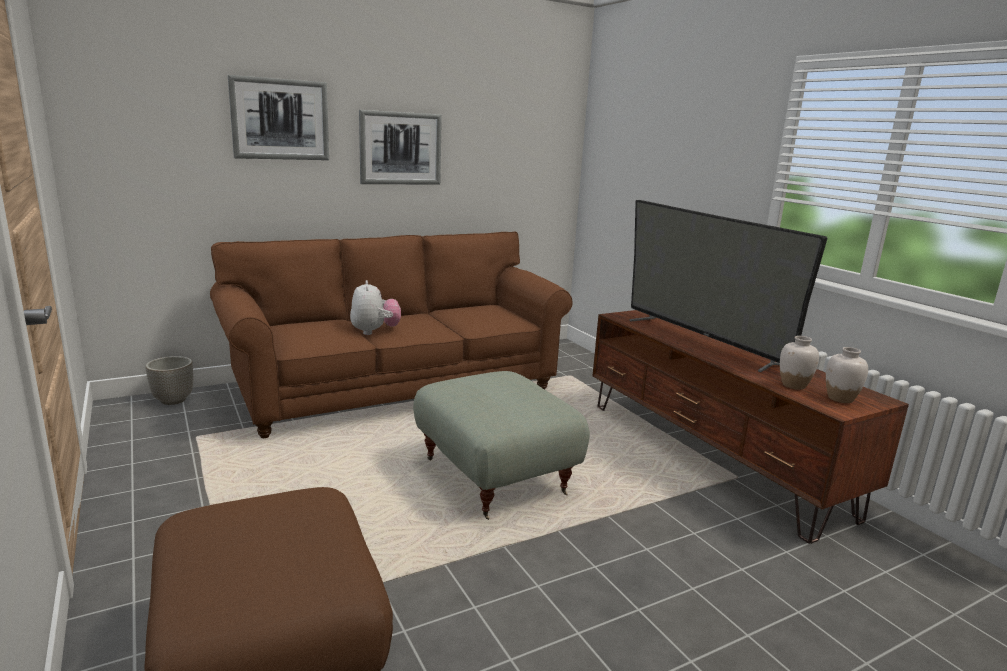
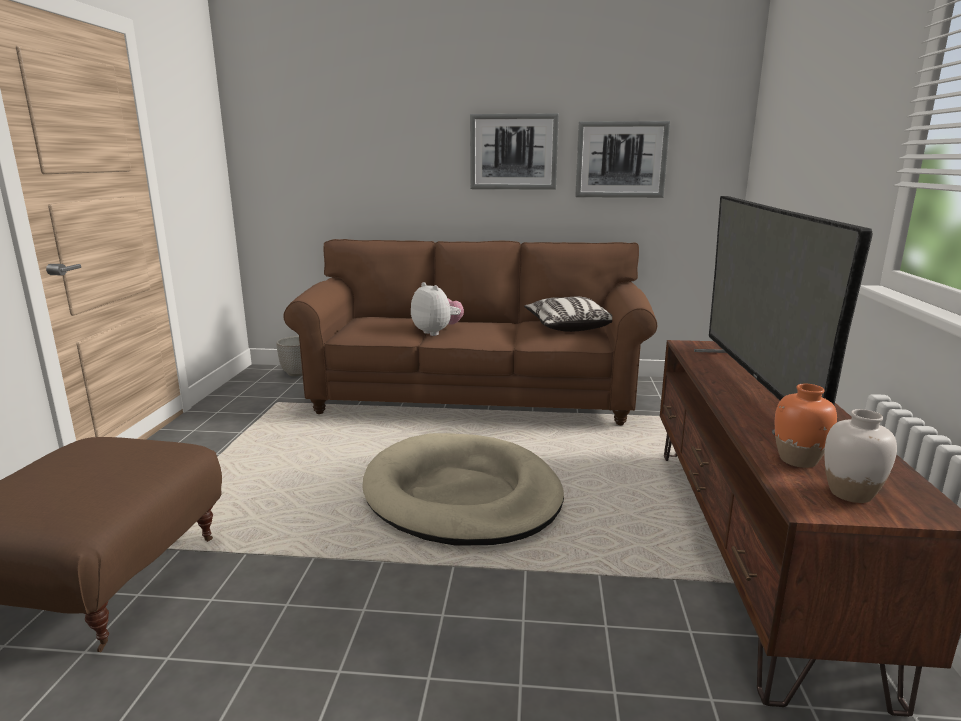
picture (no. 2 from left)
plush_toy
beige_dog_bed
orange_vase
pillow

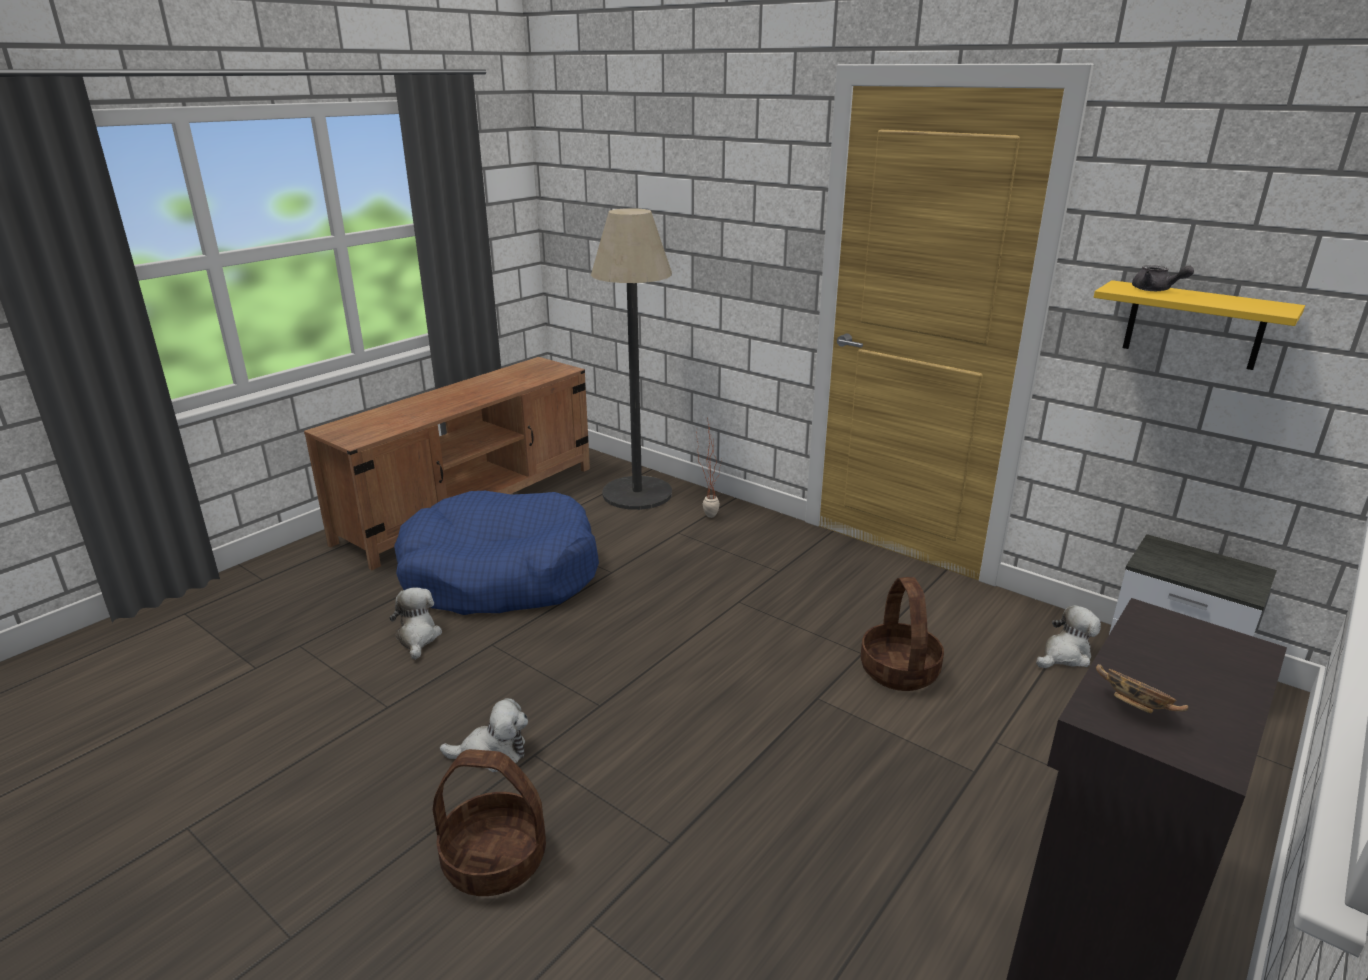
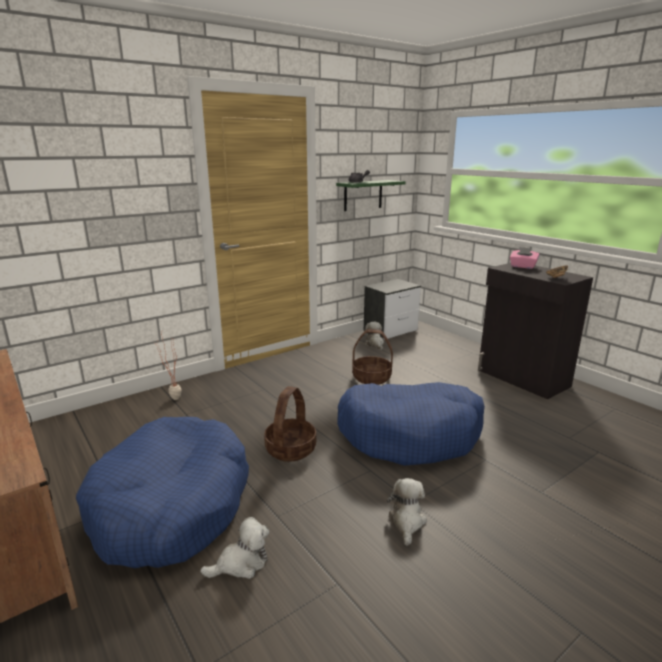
plush_toy (no. 1 from left)
basket (no. 1 from left)
floor_lamp
green_shelf
blue_dog_bed (no. 2 from left)
pink_tissue_box

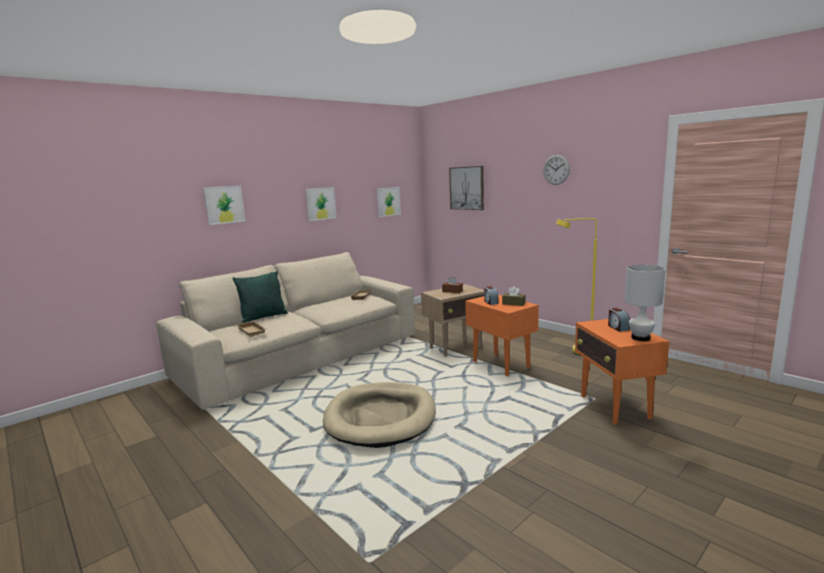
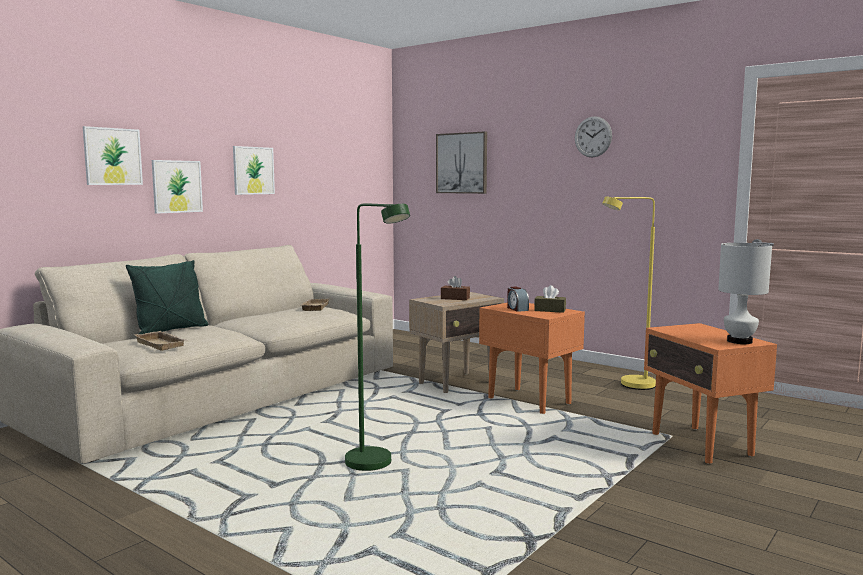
green_floor_lamp
picture (no. 2 from left)
alarm_clock (no. 2 from left in the first image)

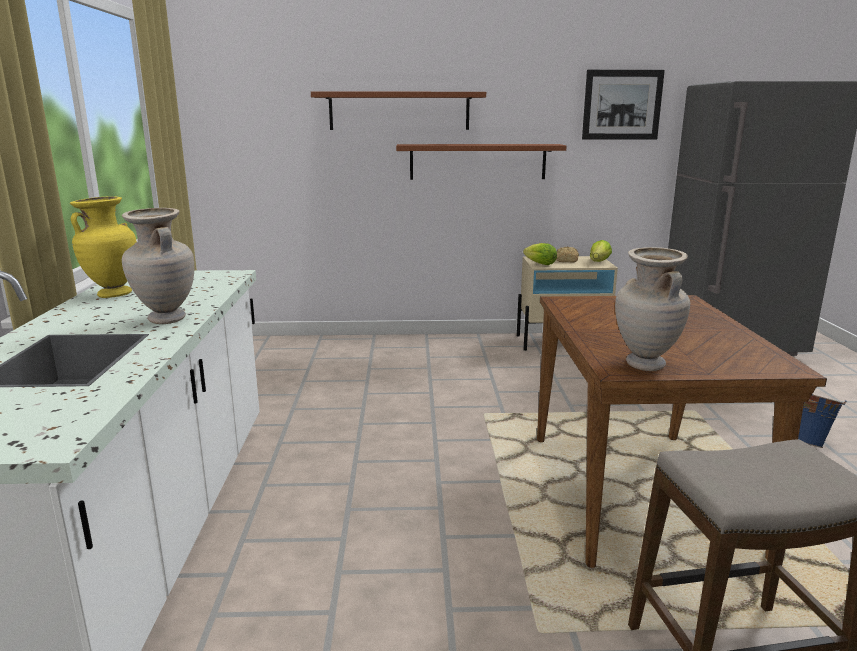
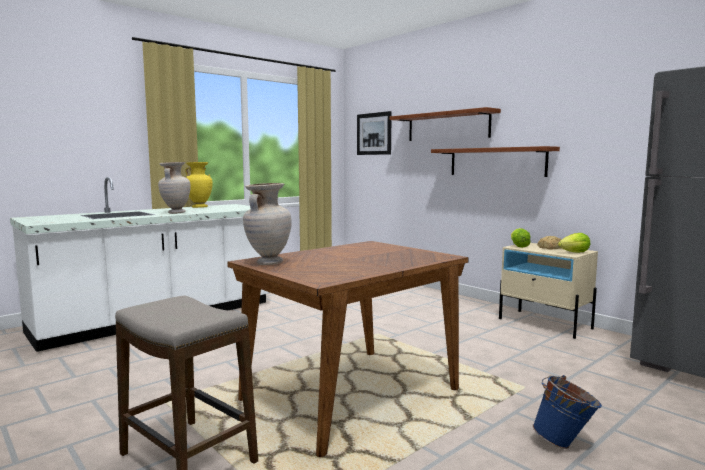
picture

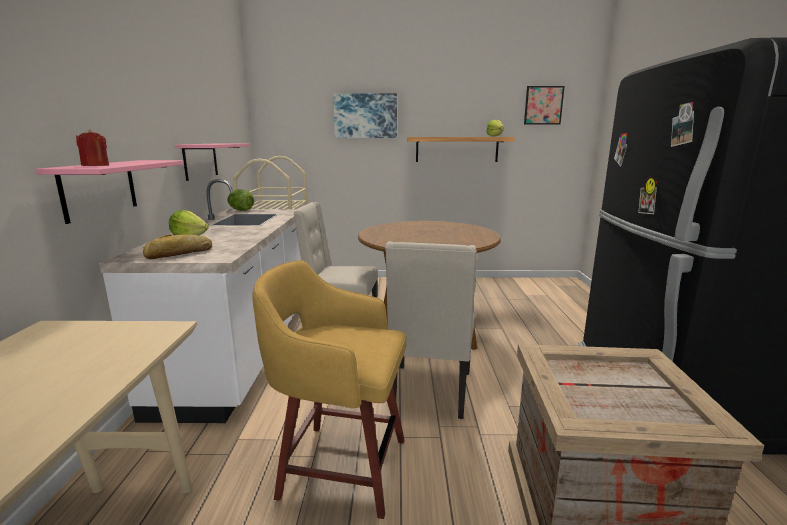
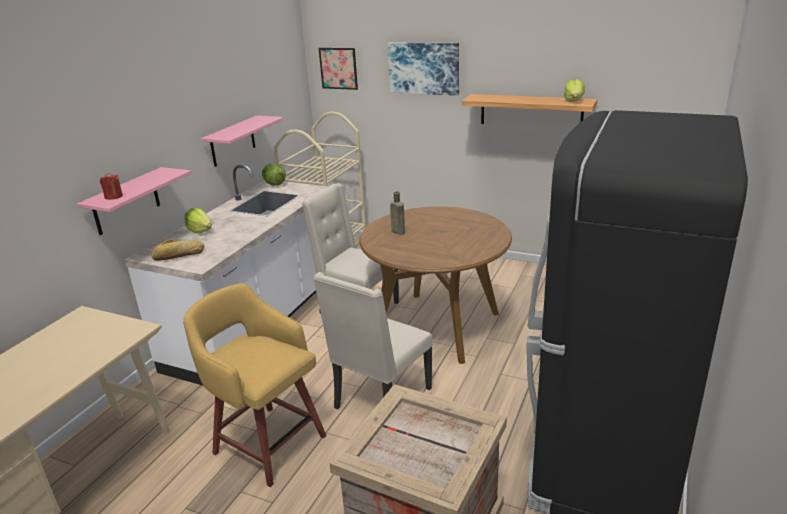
picture (no. 1 from left)
brown_bottle

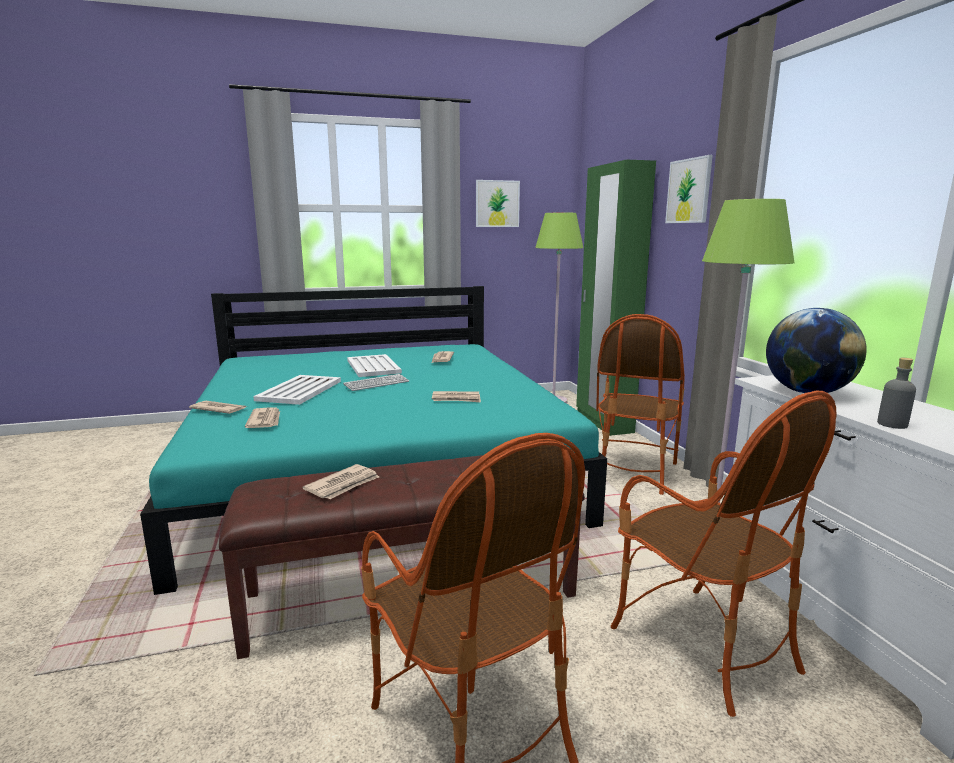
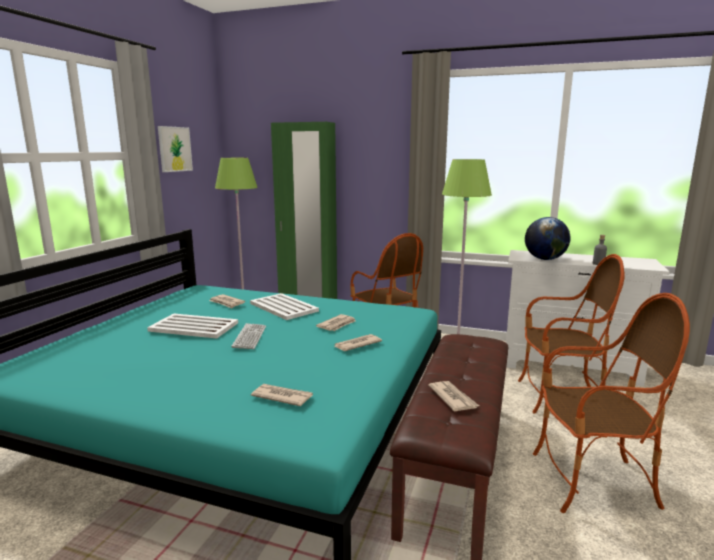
newspaper (no. 4 from left)
white_tray (no. 2 from left)
picture (no. 2 from left in the first image)

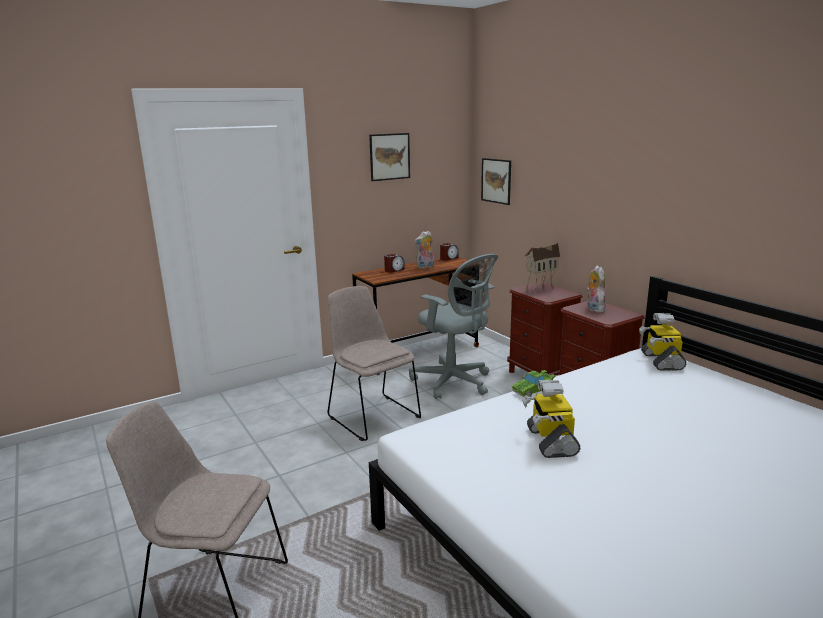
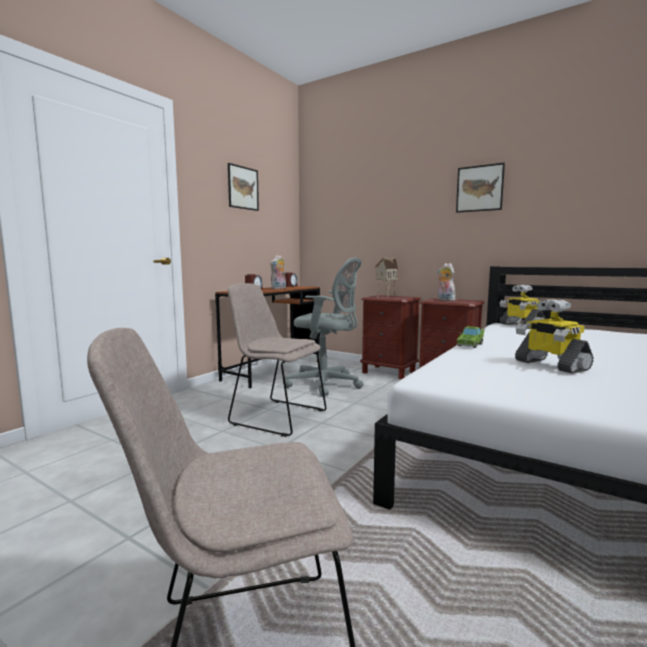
picture (no. 2 from left)

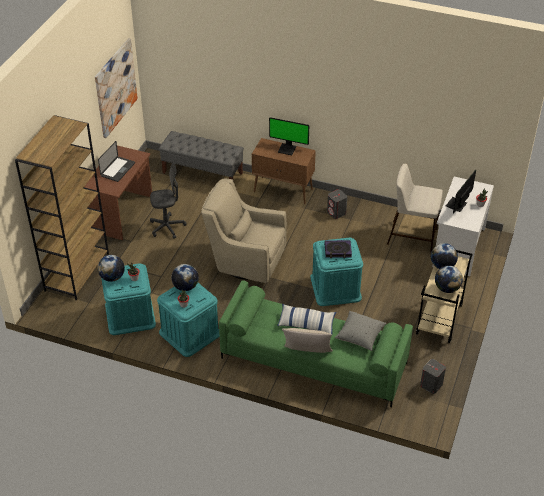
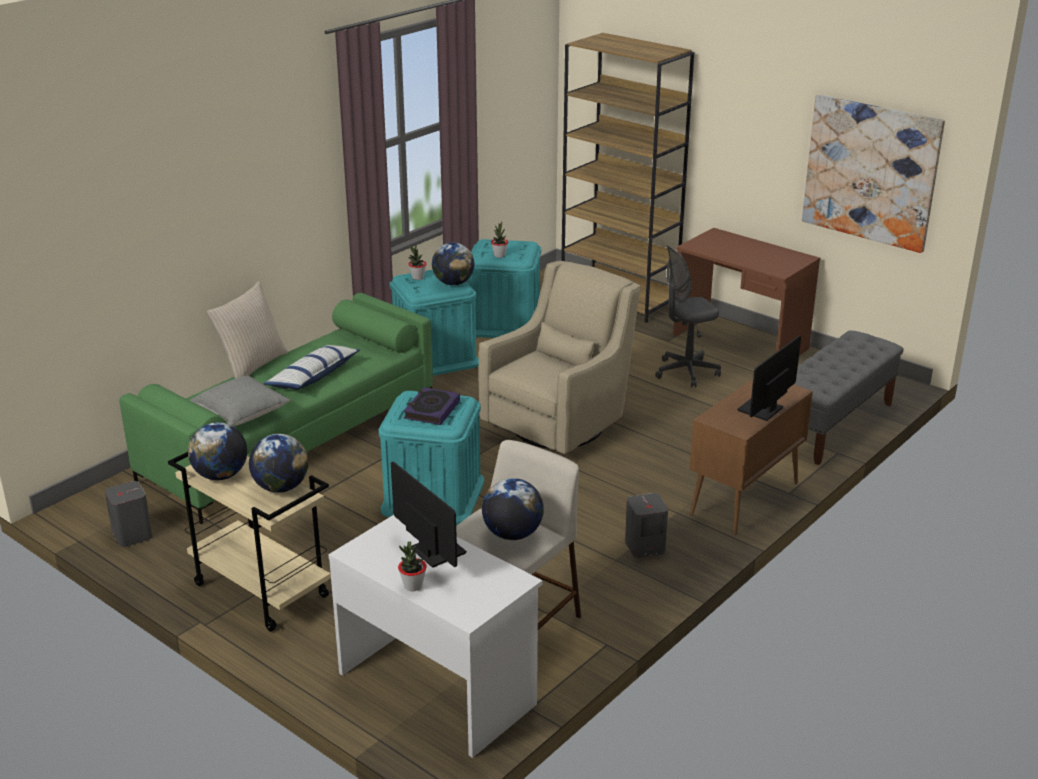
globe (no. 4 from left)
laptop
grey_office_chair

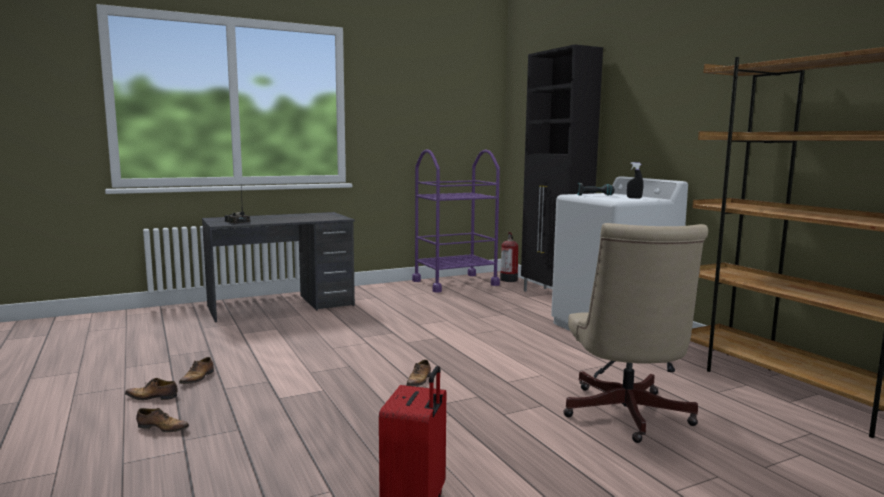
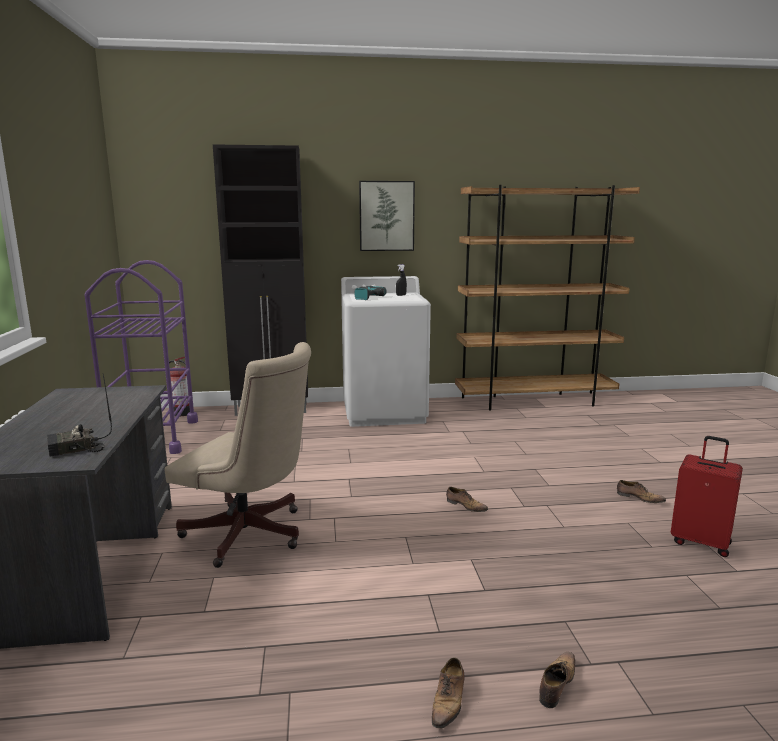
shoe (no. 4 from left)
beige_office_chair
picture

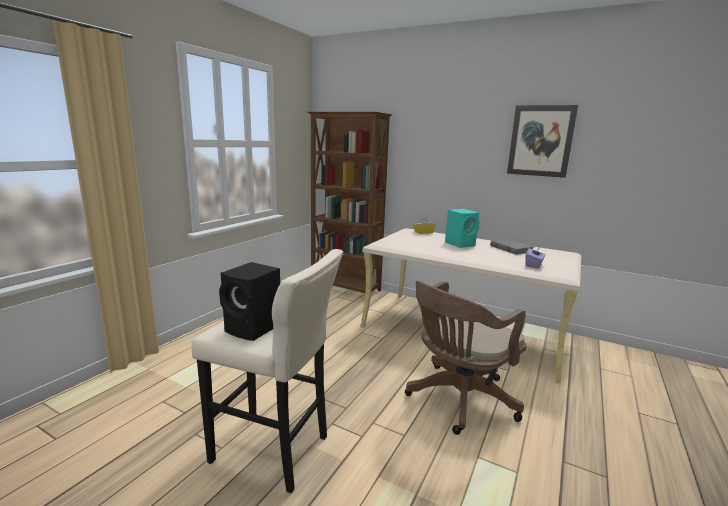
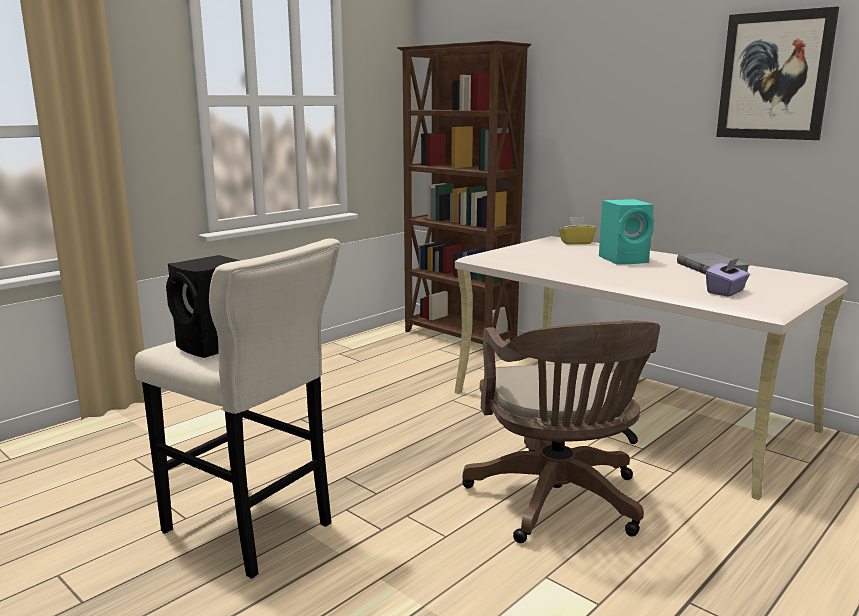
brown_office_chair

